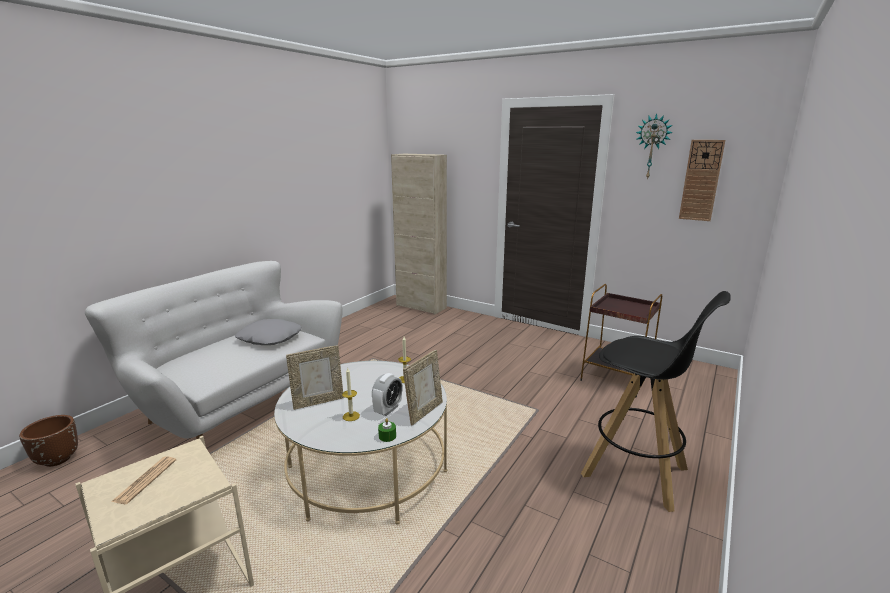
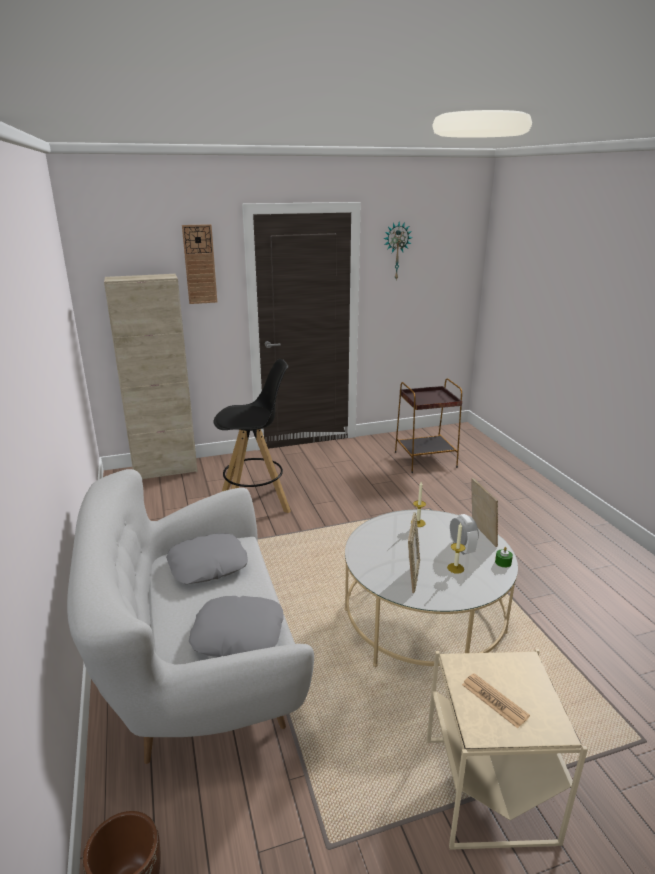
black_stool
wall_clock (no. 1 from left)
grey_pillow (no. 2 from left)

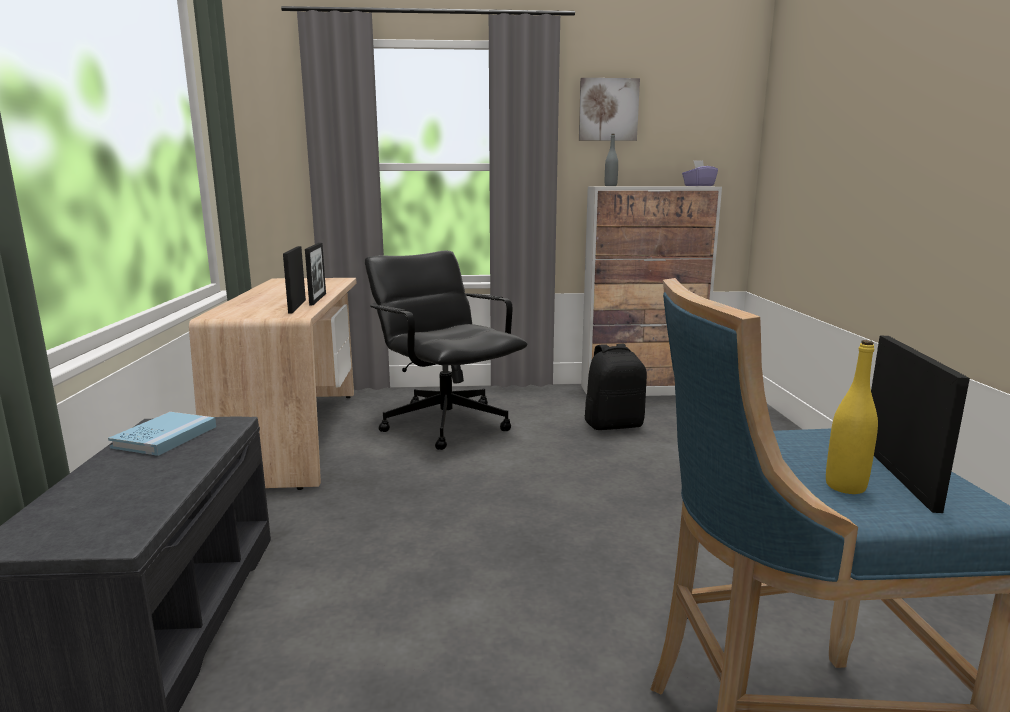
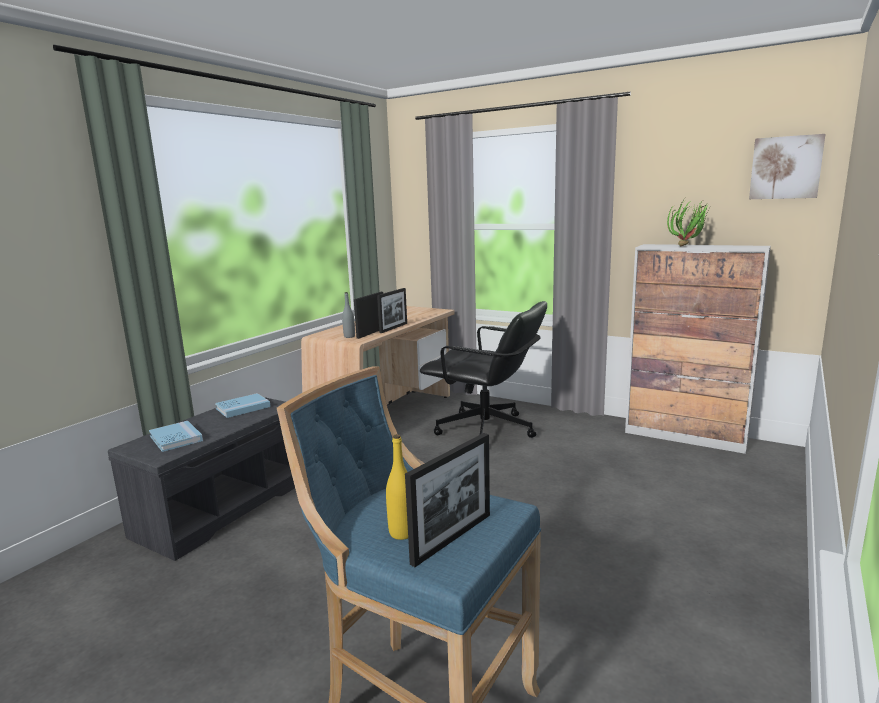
black_office_chair
picture
black_backpack
grey_bottle
purple_tissue_box
blue_book (no. 1 from left)
potted_plant

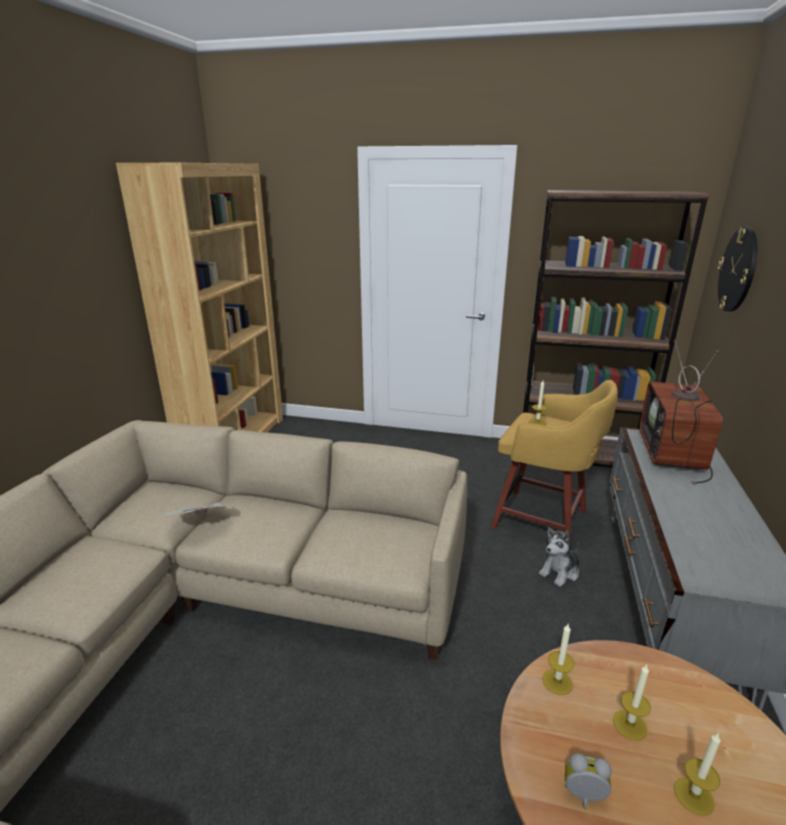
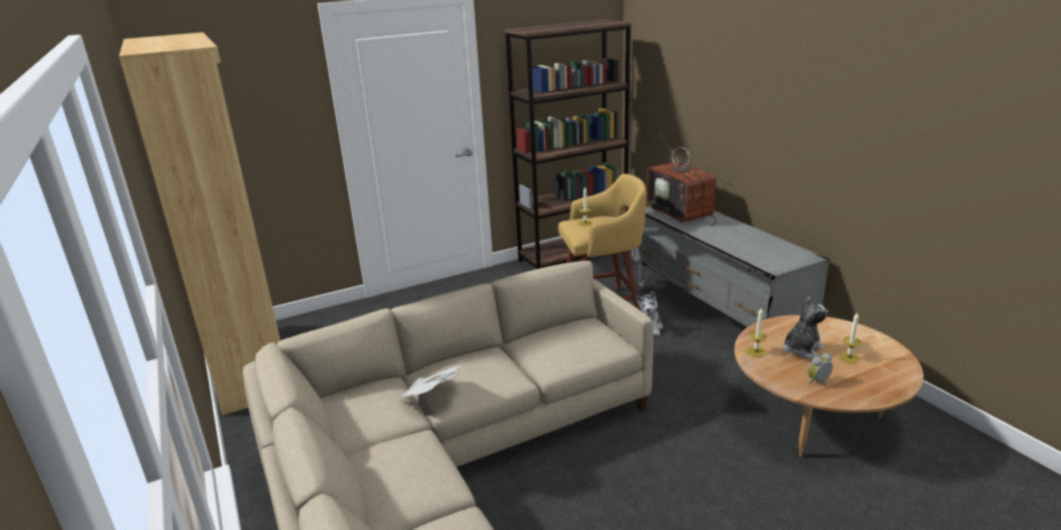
plush_toy (no. 2 from left)
wall_clock

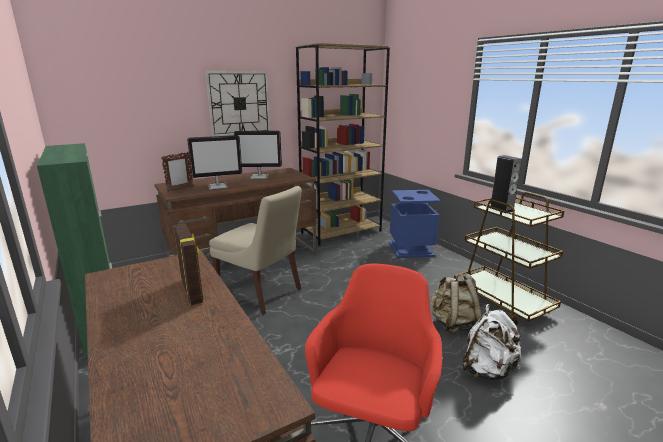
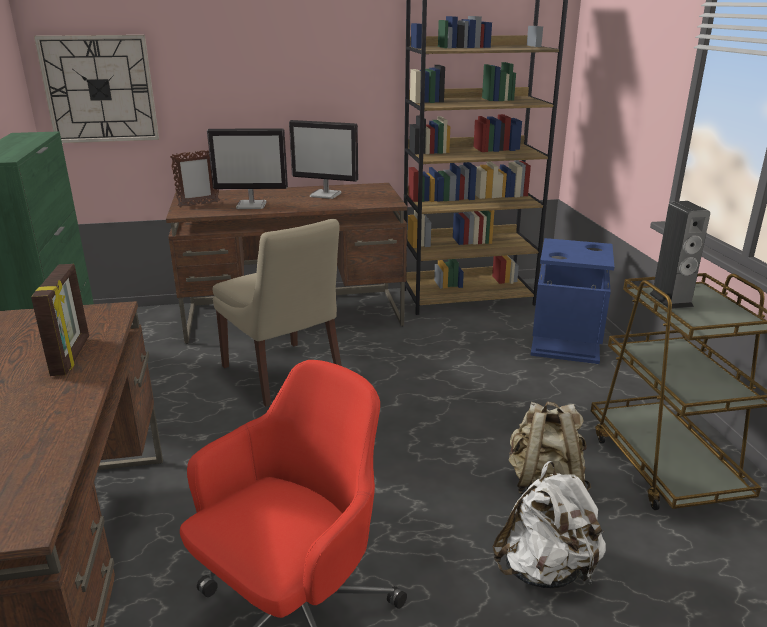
wall_clock

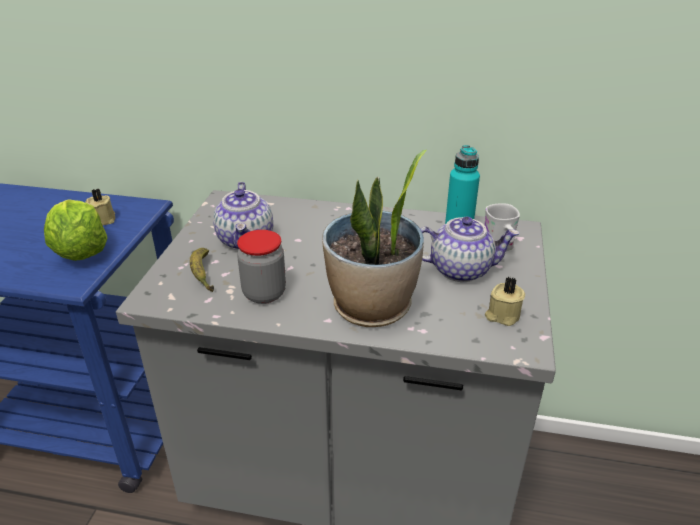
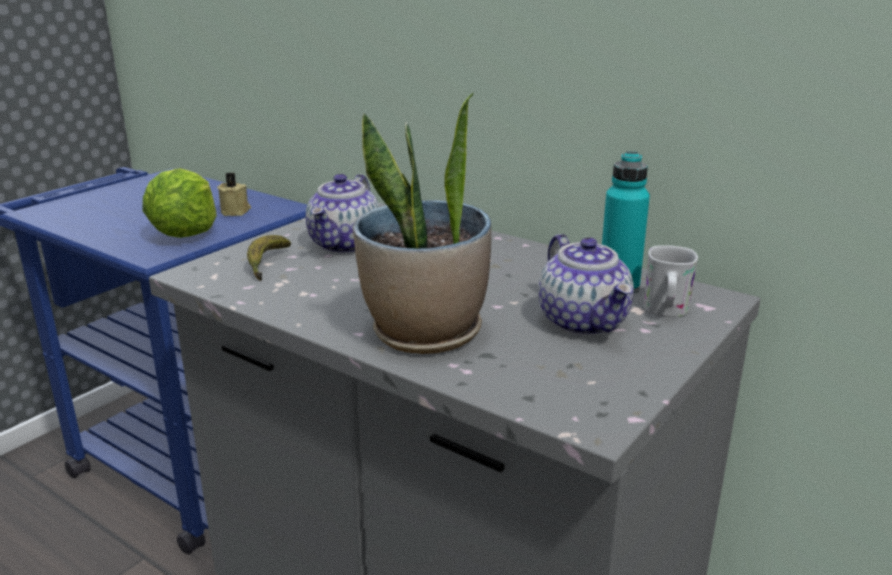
jar
teapot (no. 2 from left)
beige_candle (no. 2 from left in the first image)

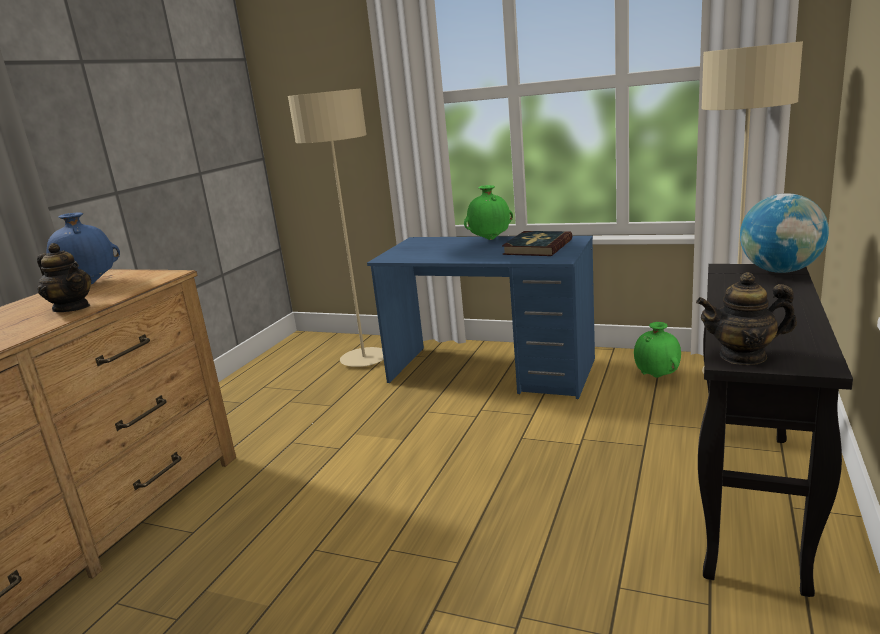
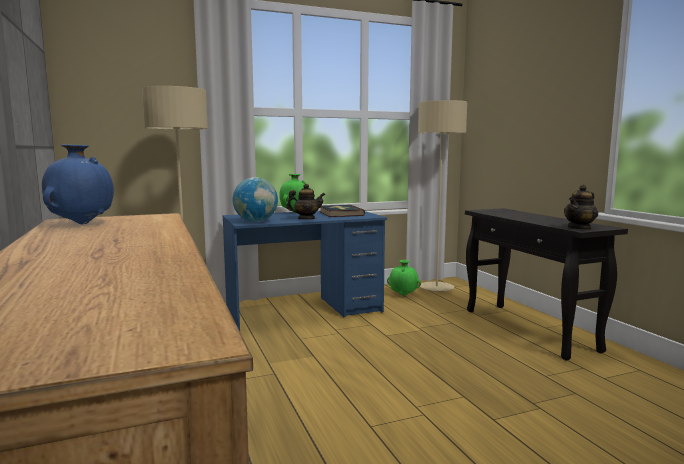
teapot (no. 1 from left)
globe

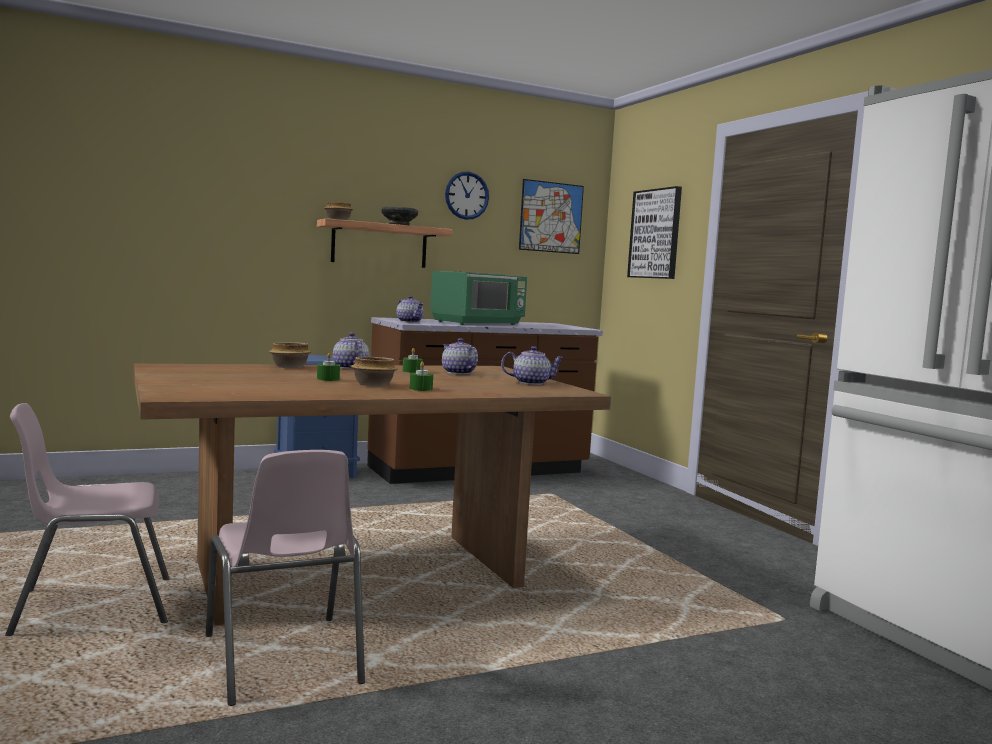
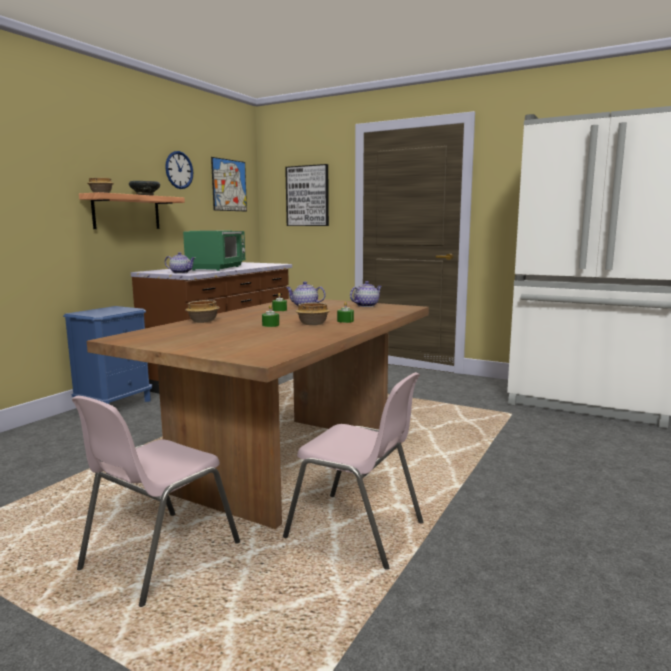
teapot (no. 1 from left in the first image)

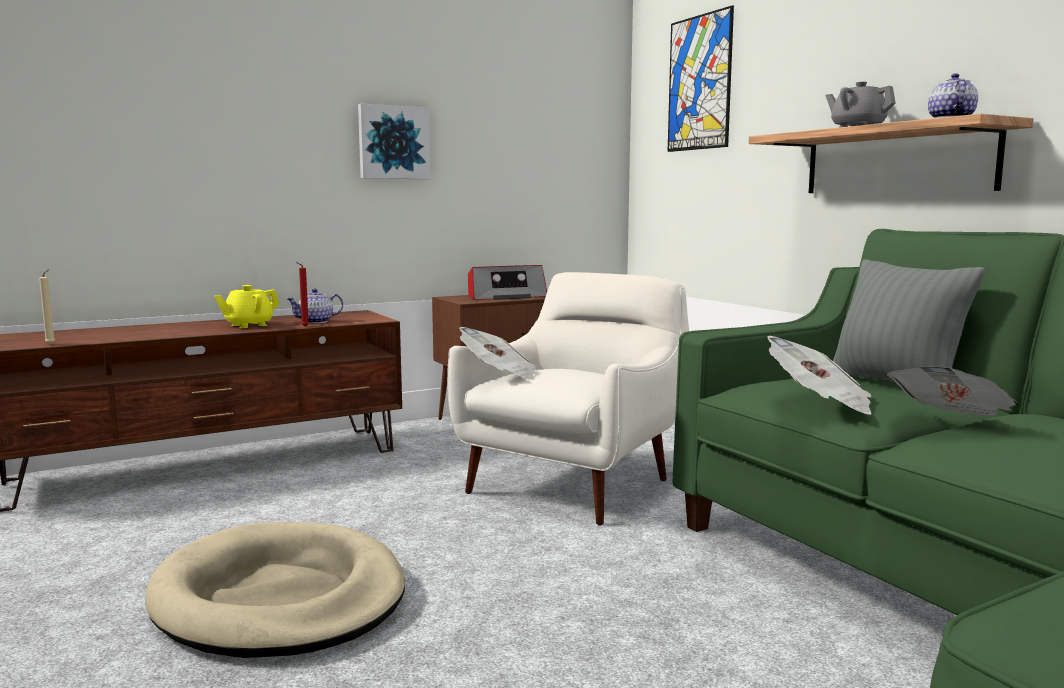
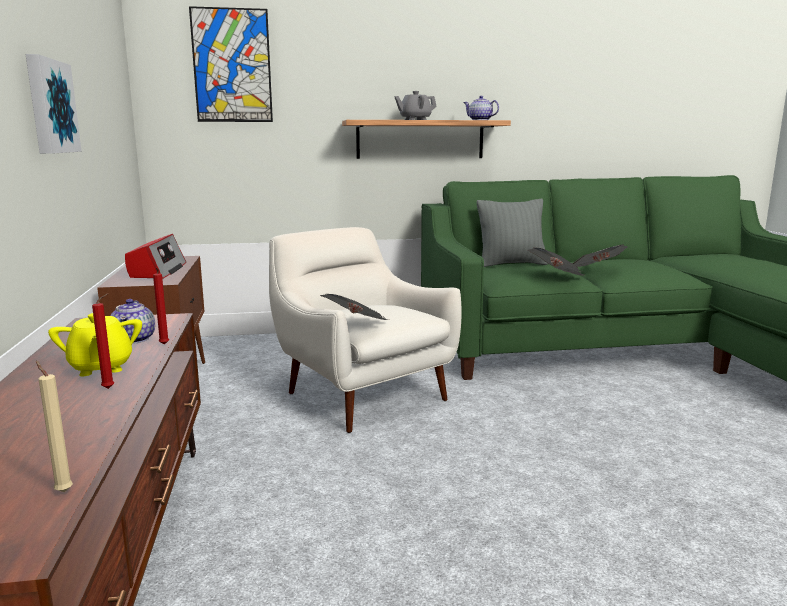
beige_dog_bed
red_candle (no. 1 from left)

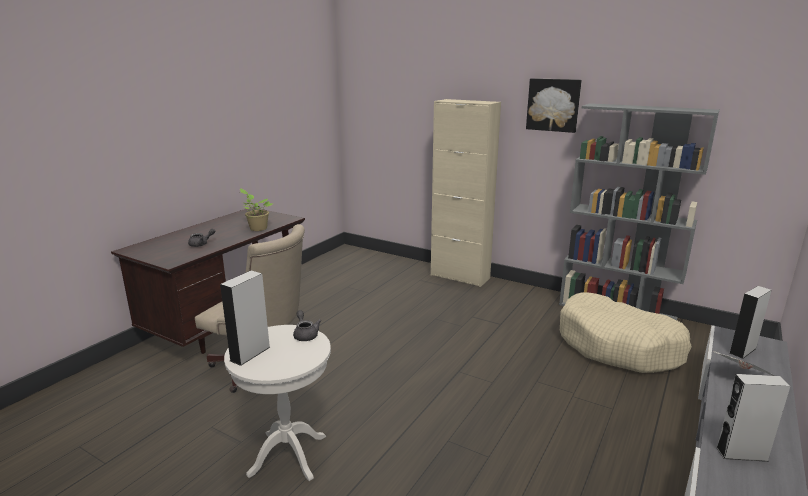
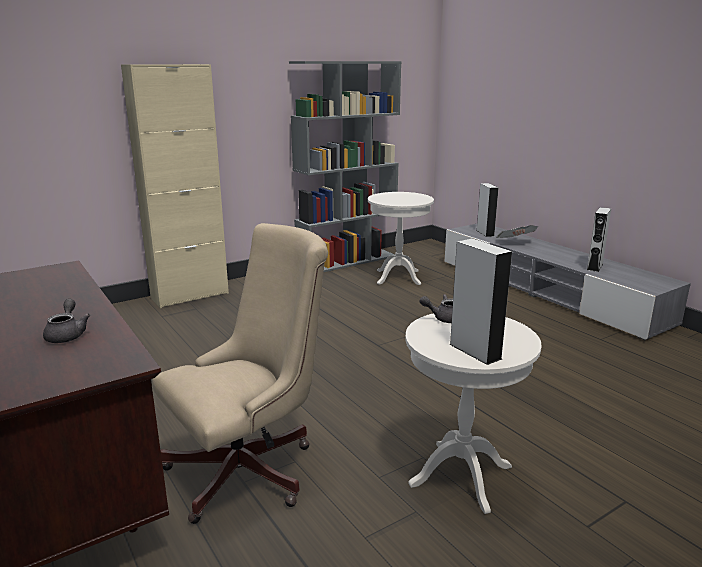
potted_plant
picture
white_side_table (no. 1 from left)

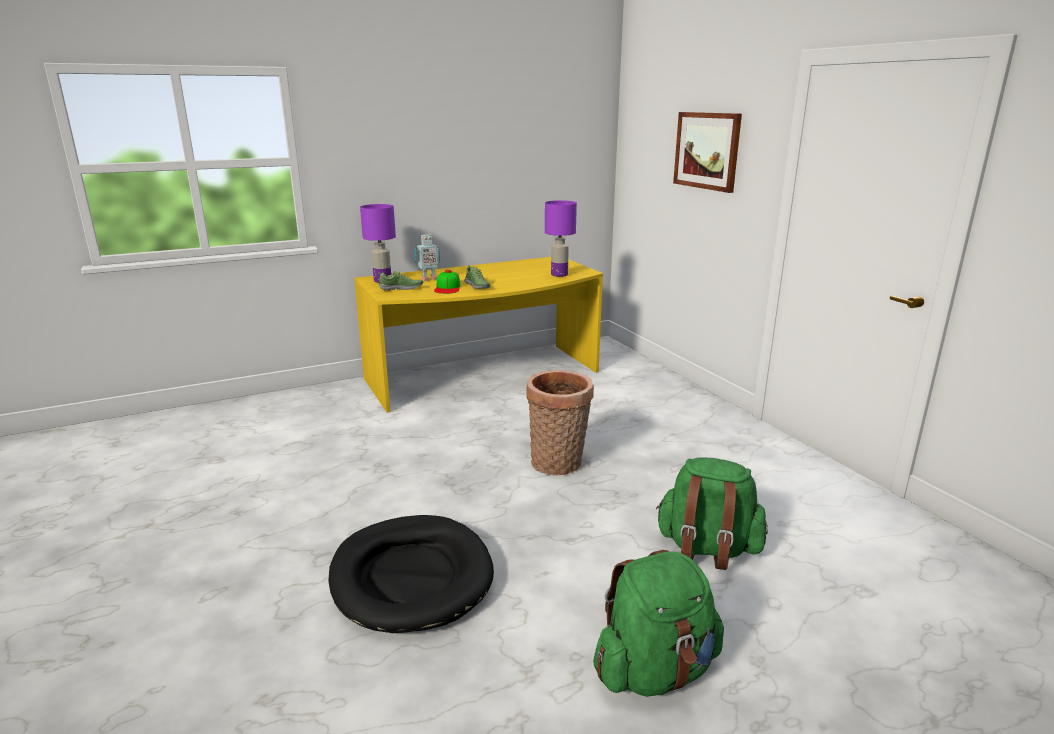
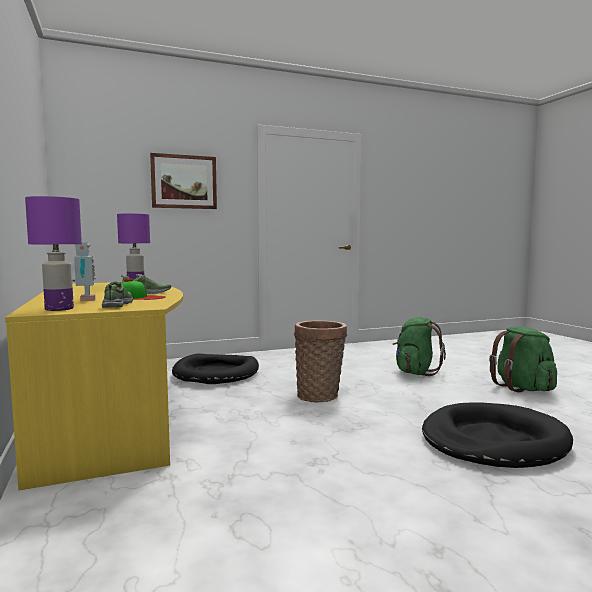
black_dog_bed (no. 1 from left)

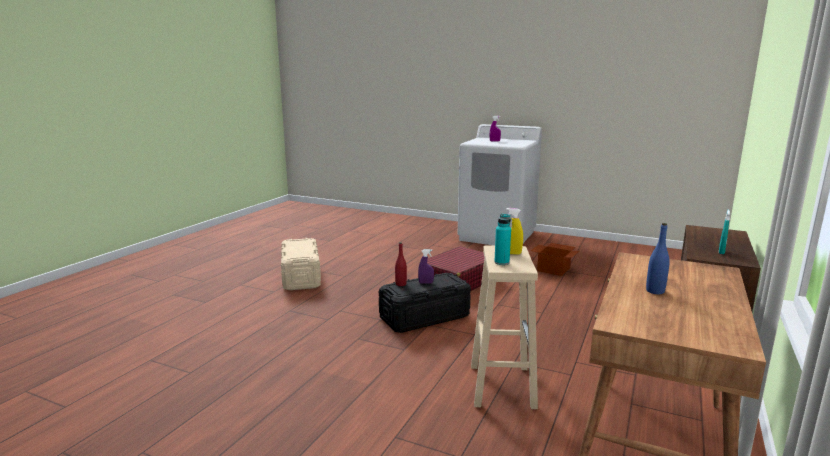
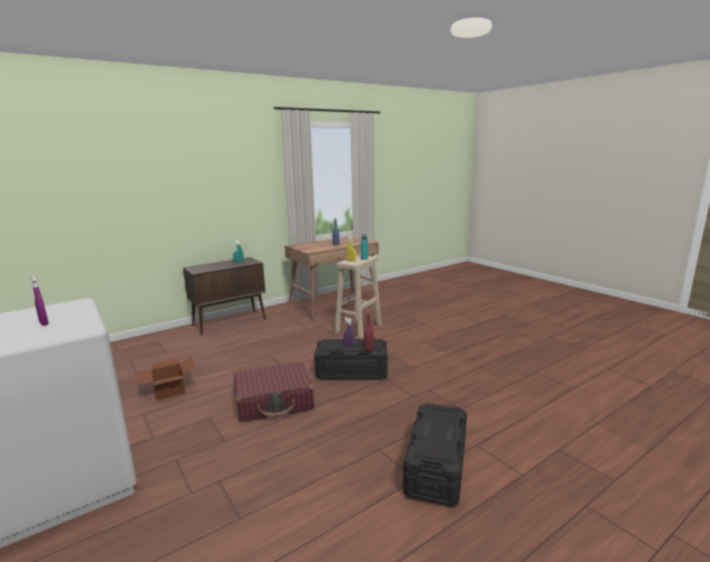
black_storage_box (no. 2 from left)

